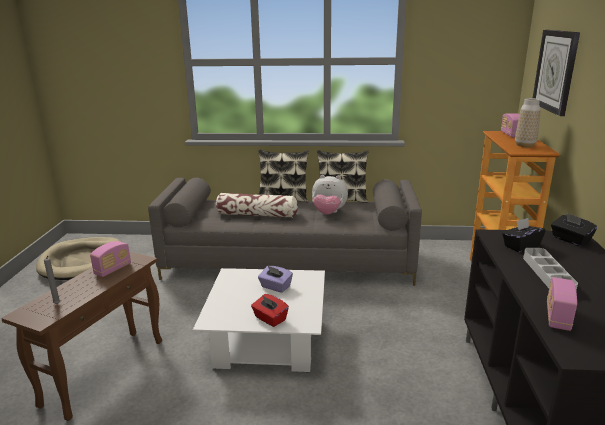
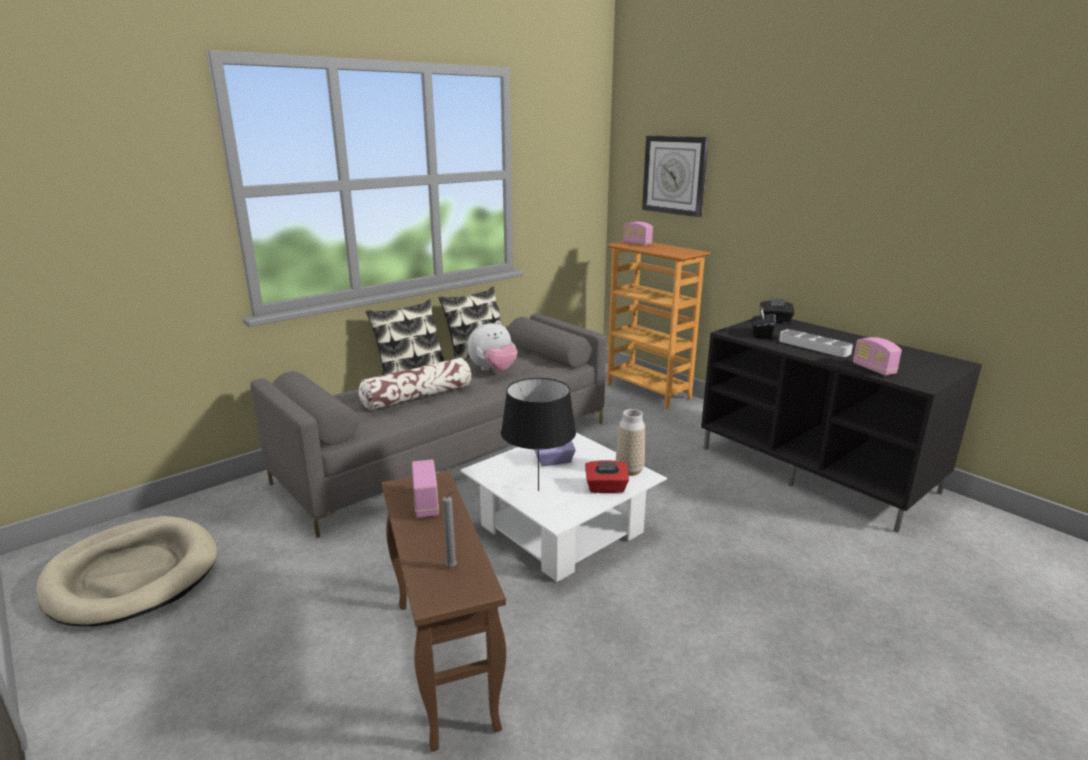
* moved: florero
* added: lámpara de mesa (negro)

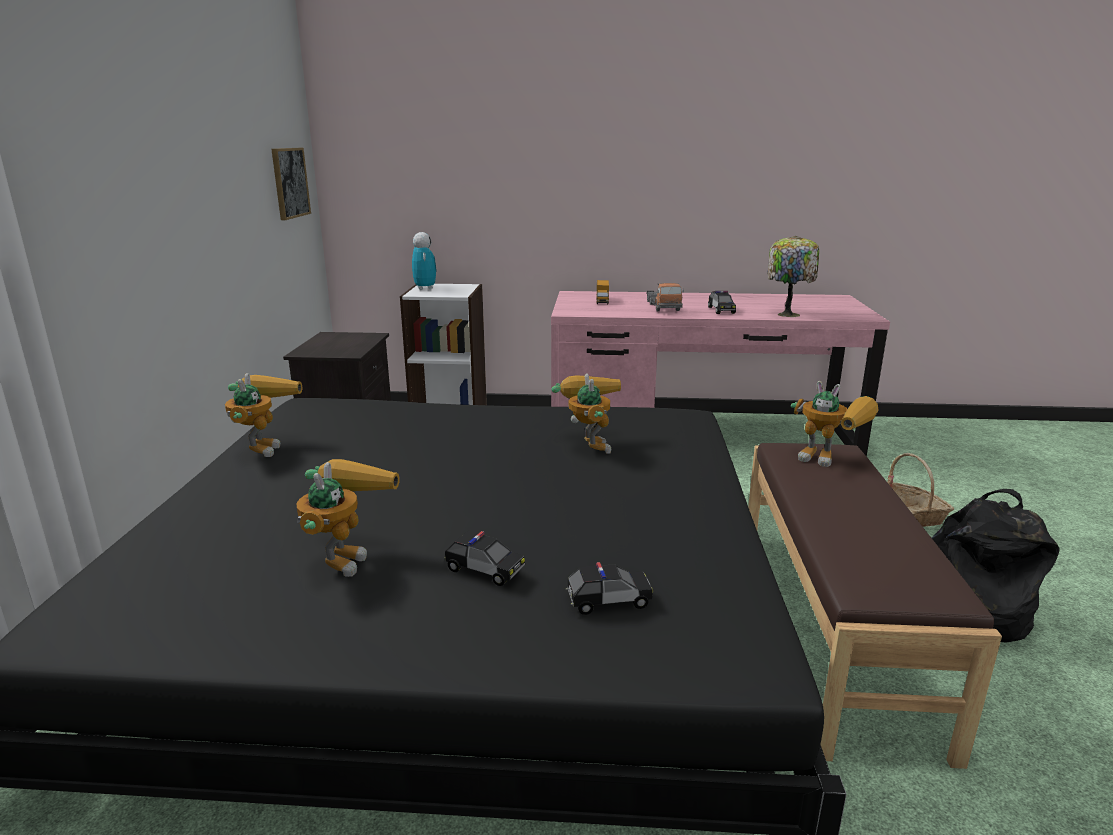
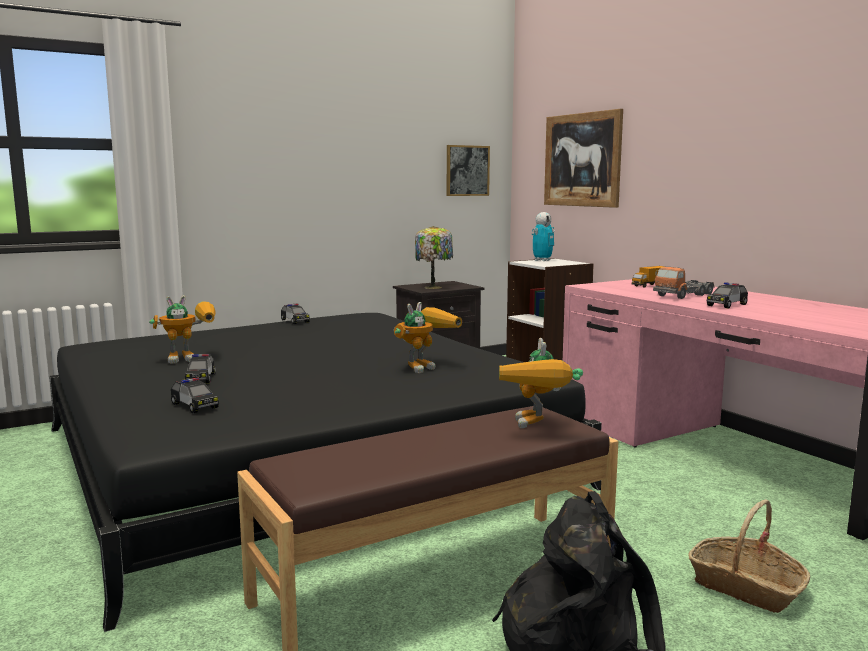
* replaced: robot de juguete (1st from left) to coche de juguete (3rd from left)
* moved: lámpara de mesa
* added: cuadro (2nd from left)

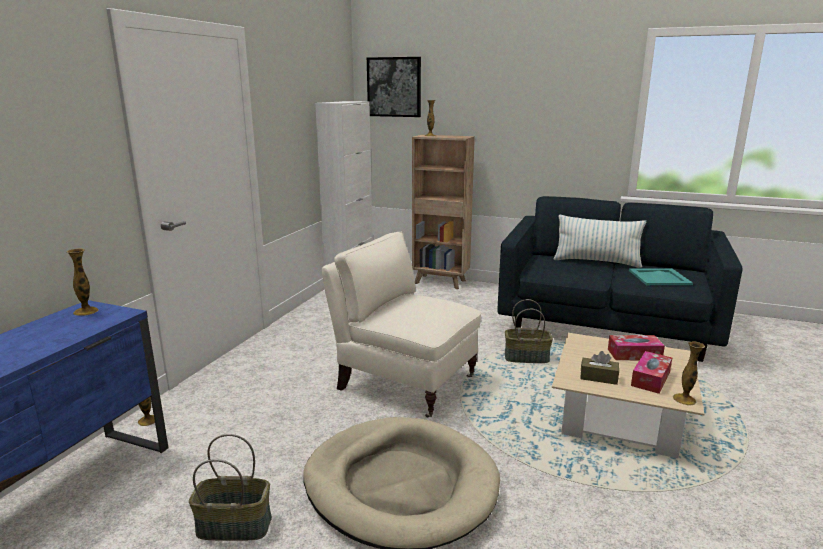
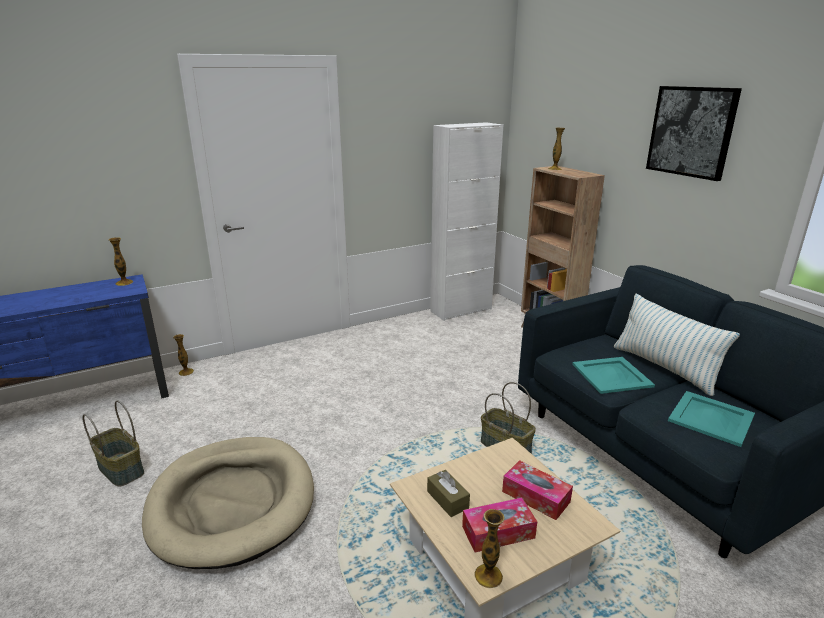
* removed: sillón (beis)
* moved: cuadro
* added: bandeja (turquesa) (1st from left)

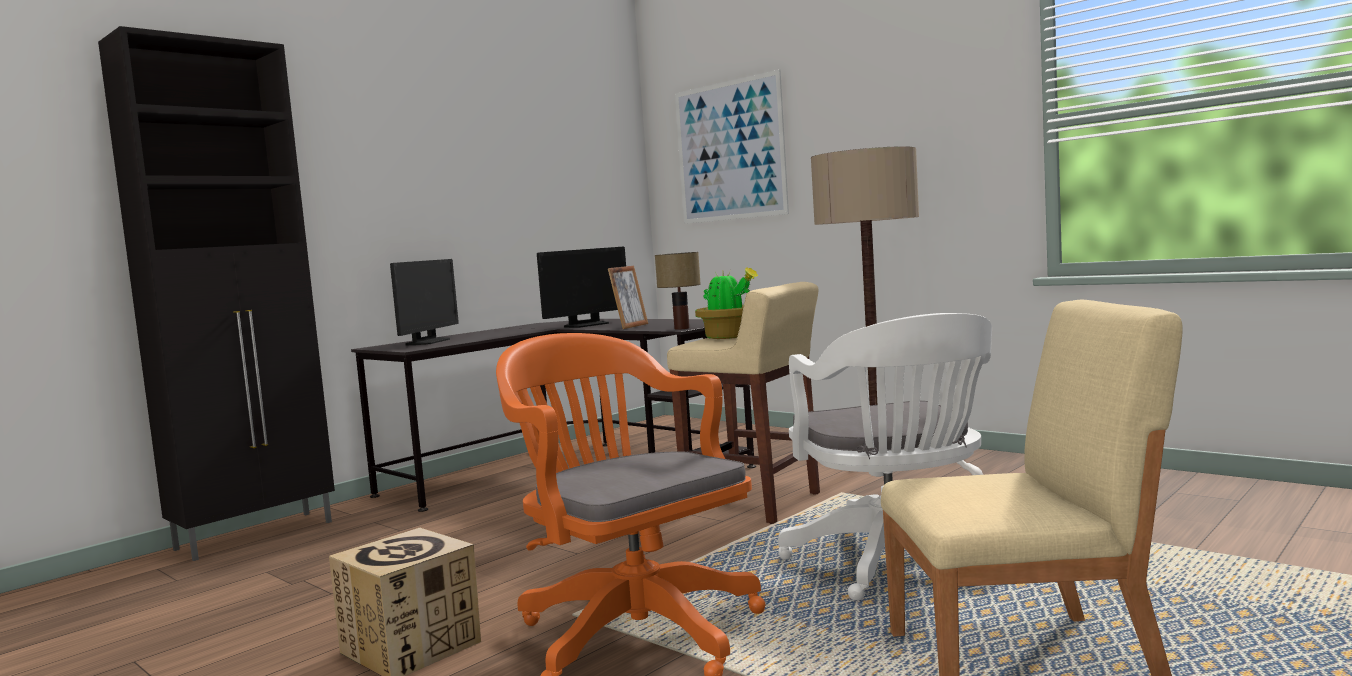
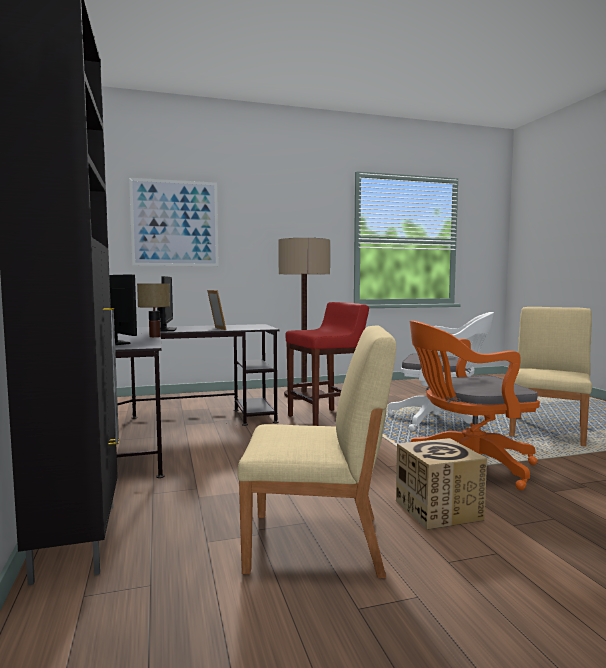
* moved: lámpara de mesa
* recoloured: taburete (beis) to taburete (rojo)
* removed: planta en maceta
* added: silla (beis) (1st from left)

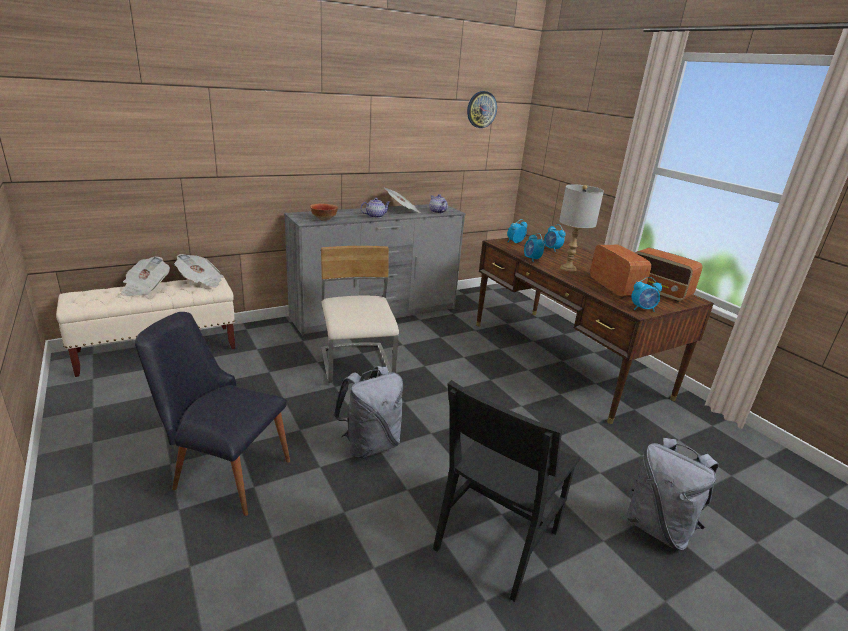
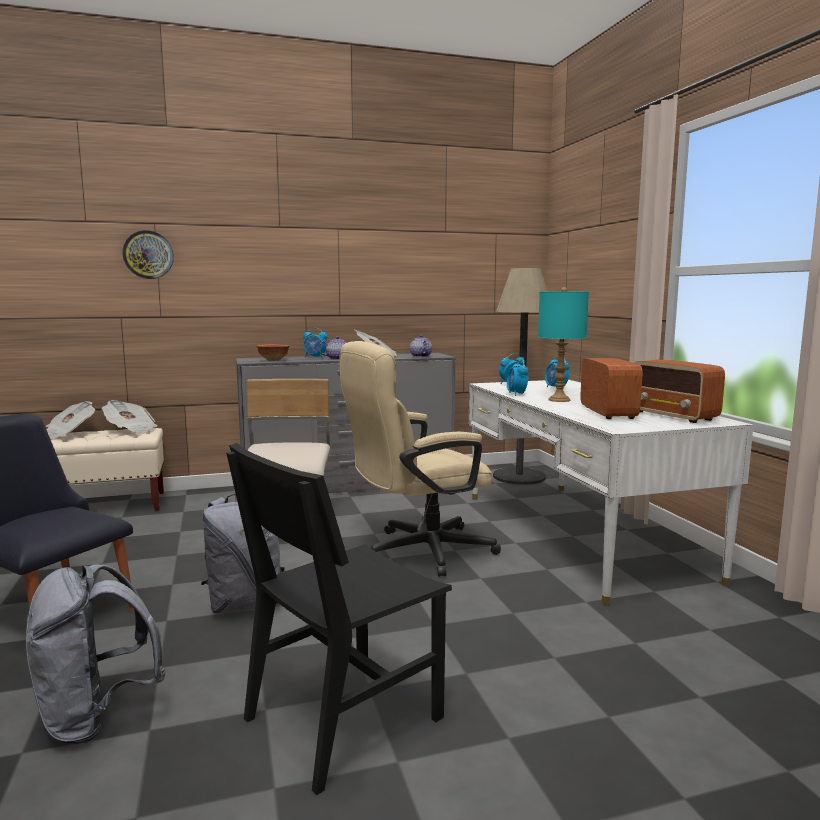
* moved: reloj de pared
* recoloured: escritorio (marrón) to escritorio (blanco)
* recoloured: lámpara de mesa (gris) to lámpara de mesa (turquesa)
* moved: mochila (gris) (2nd from left in the first image) to mochila (gris) (1st from left)
* moved: despertador (4th from left in the first image) to despertador (1st from left)
* added: silla de oficina (beis)
* added: lámpara de pie

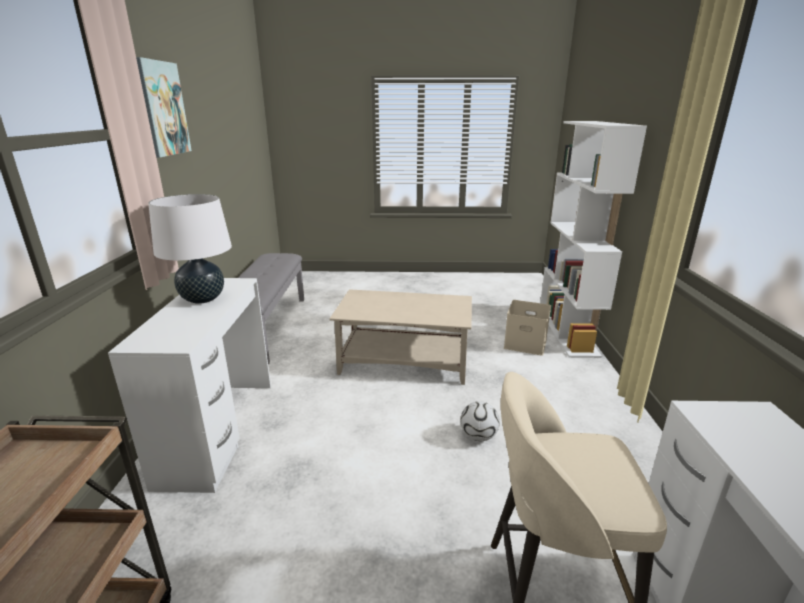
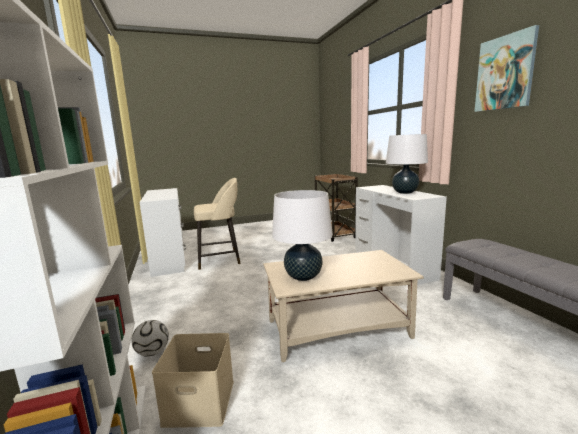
* moved: balón de fútbol
* added: lámpara de mesa (blanco) (1st from left)

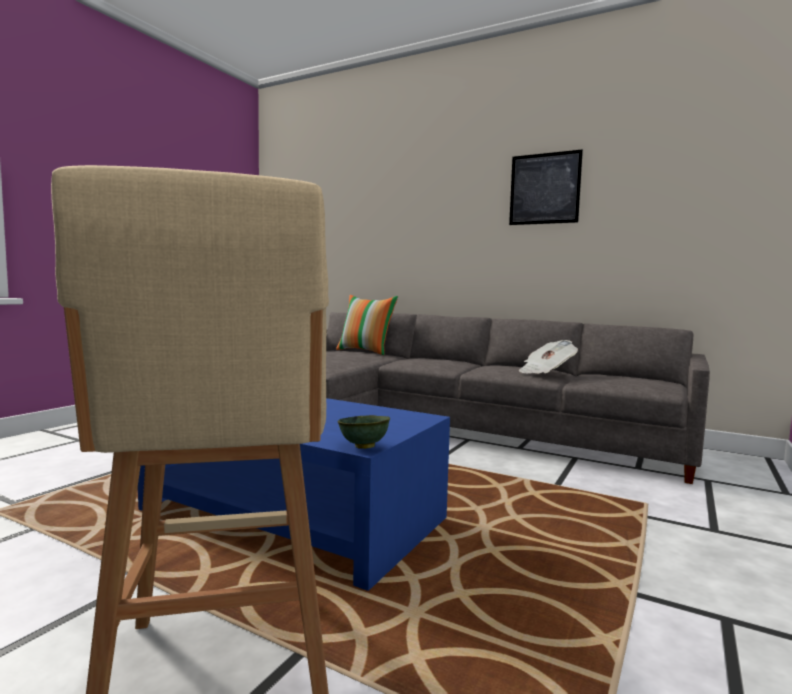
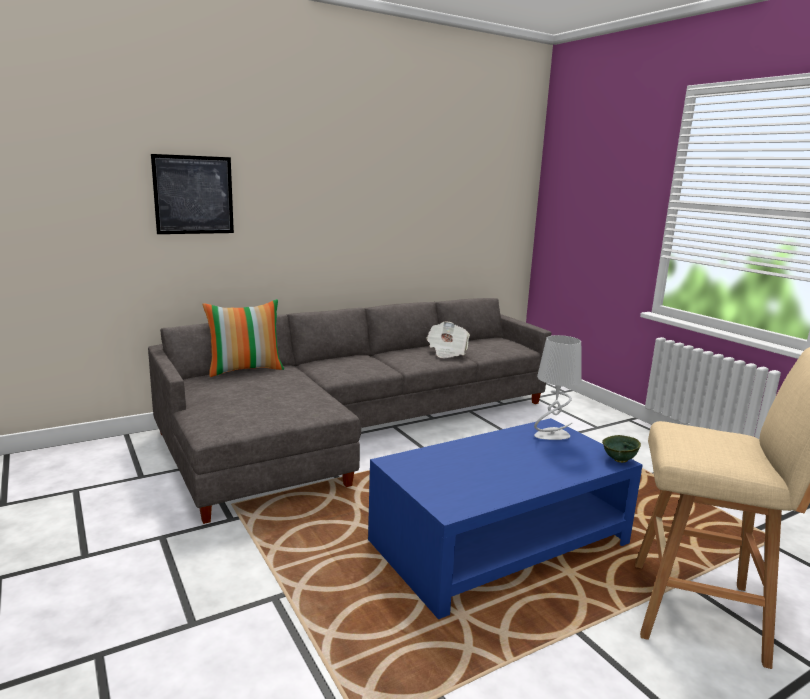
* moved: cuadro
* added: lámpara de mesa (gris)

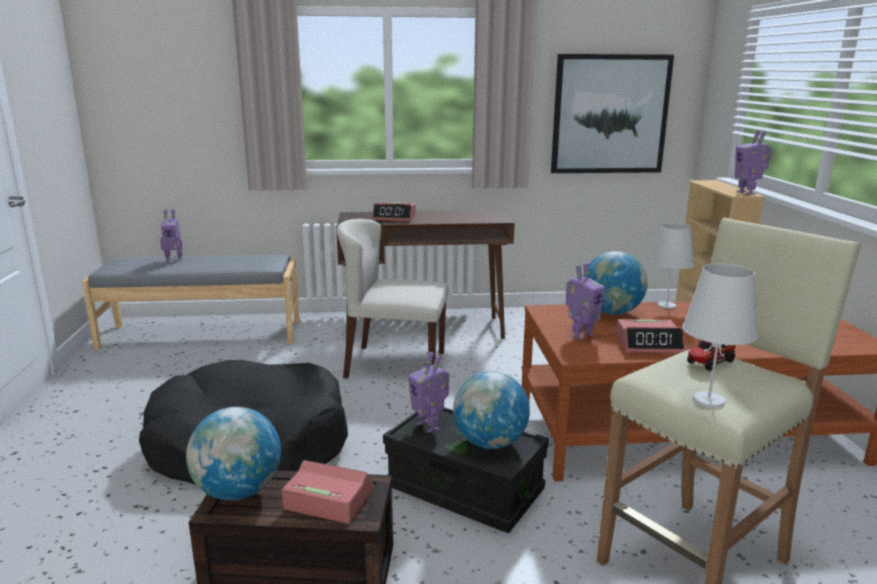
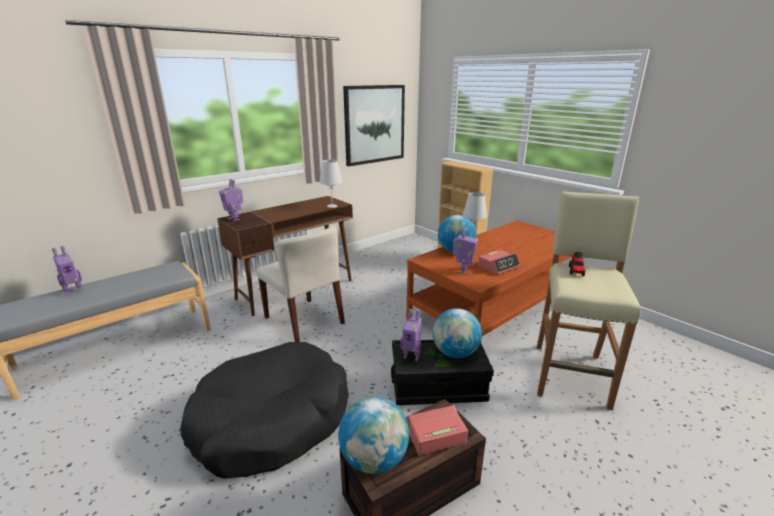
* turned: silla (beis) 105 degrees counterclockwise
* removed: despertador (2nd from left)
* moved: lámpara de mesa (blanco) (2nd from left in the first image) to lámpara de mesa (blanco) (1st from left)
* moved: robot de juguete (4th from left in the first image) to robot de juguete (2nd from left)

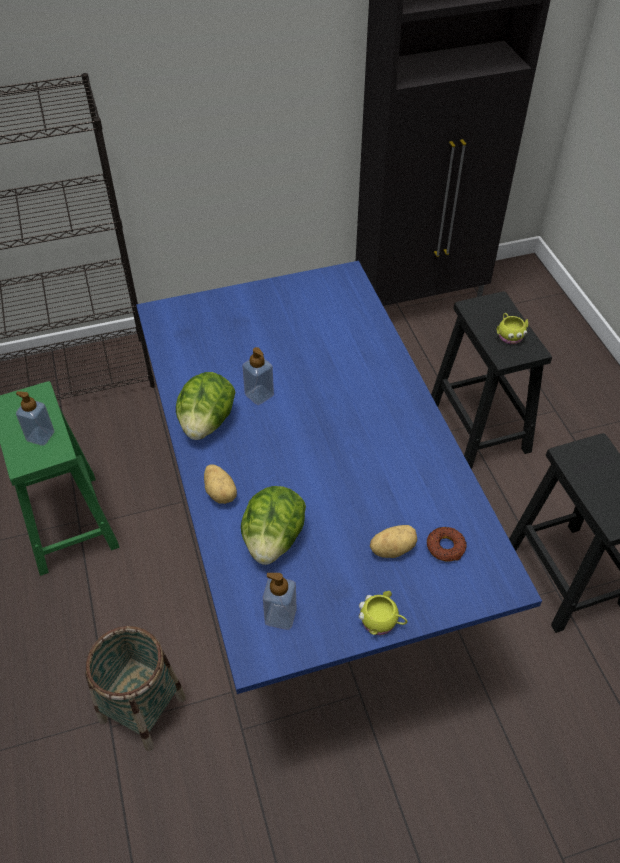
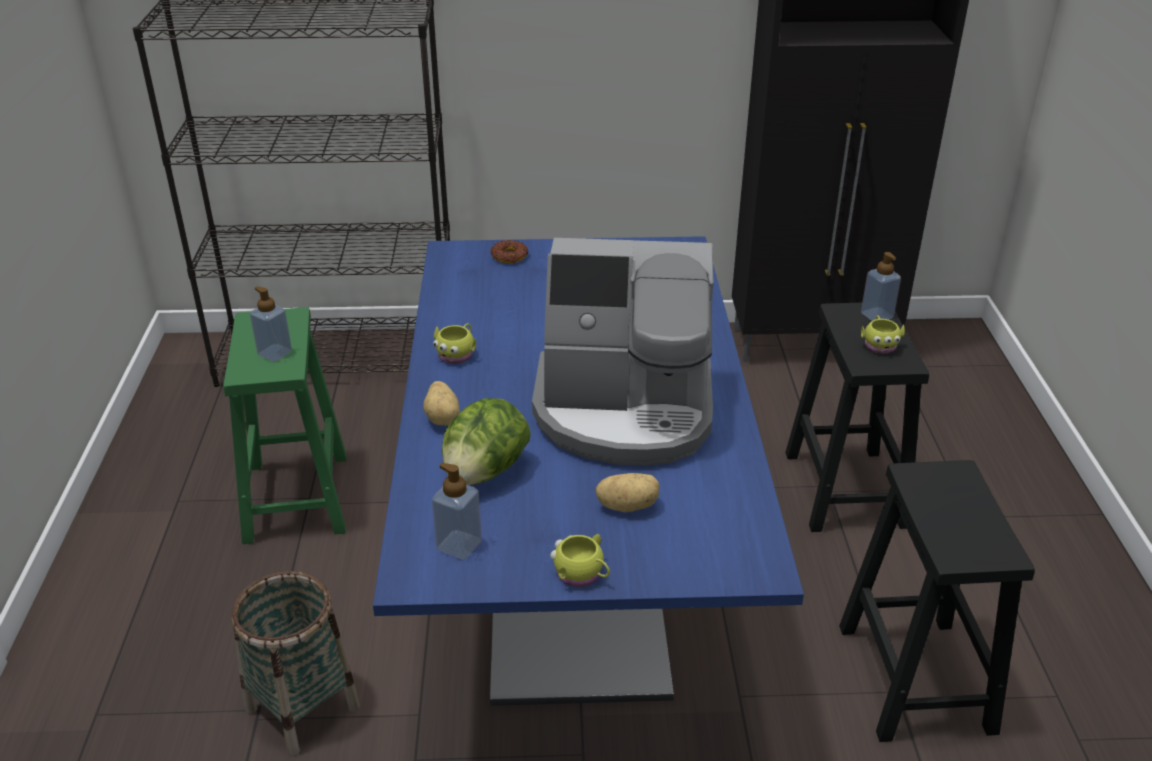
* replaced: lechuga (1st from left) to taza grande (amarillo) (1st from left)
* moved: dispensador de jabón (2nd from left in the first image) to dispensador de jabón (3rd from left)
* moved: rosquilla
* added: cafetera

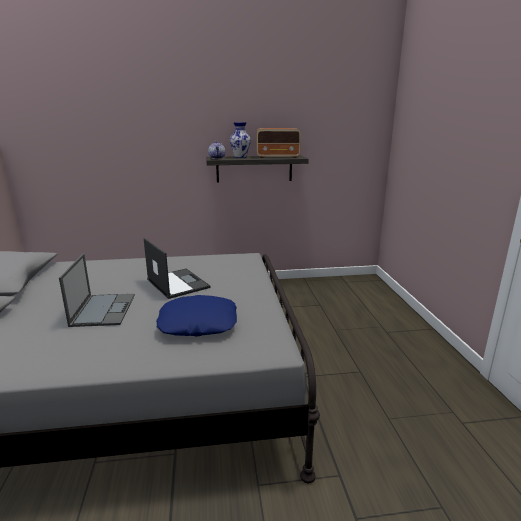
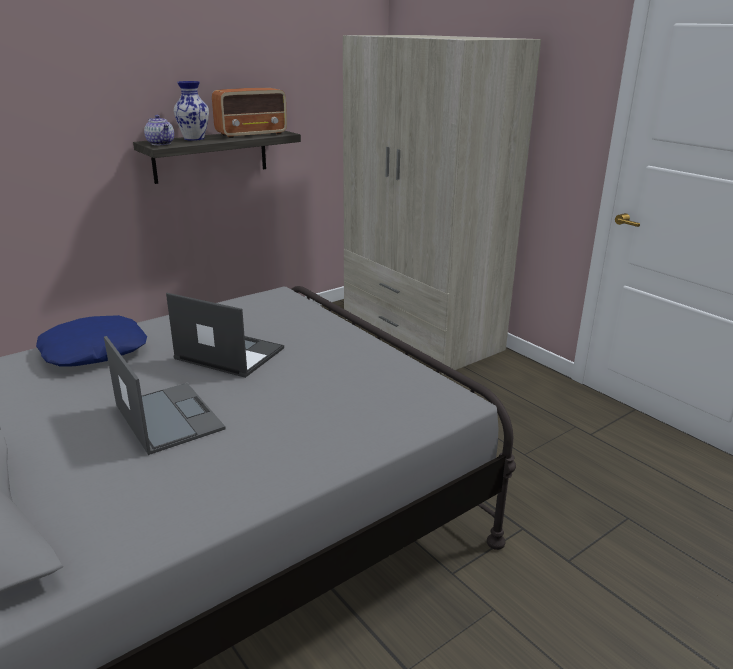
* moved: cojín (azul)
* added: armario ropero (beis)

